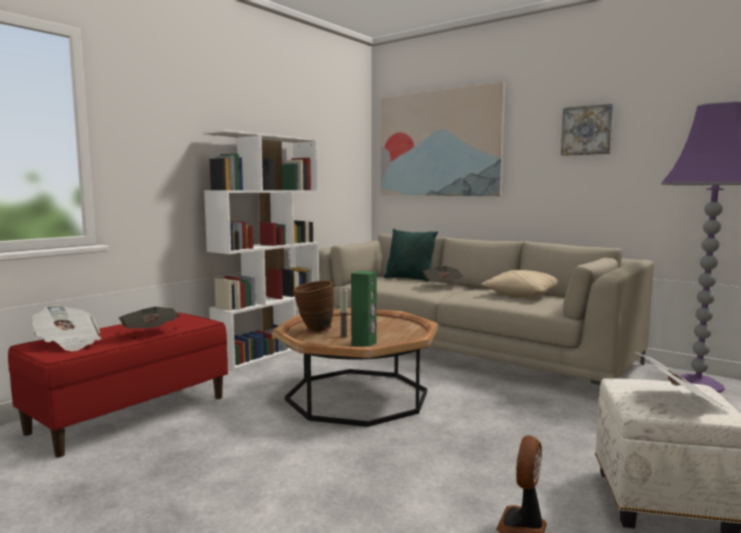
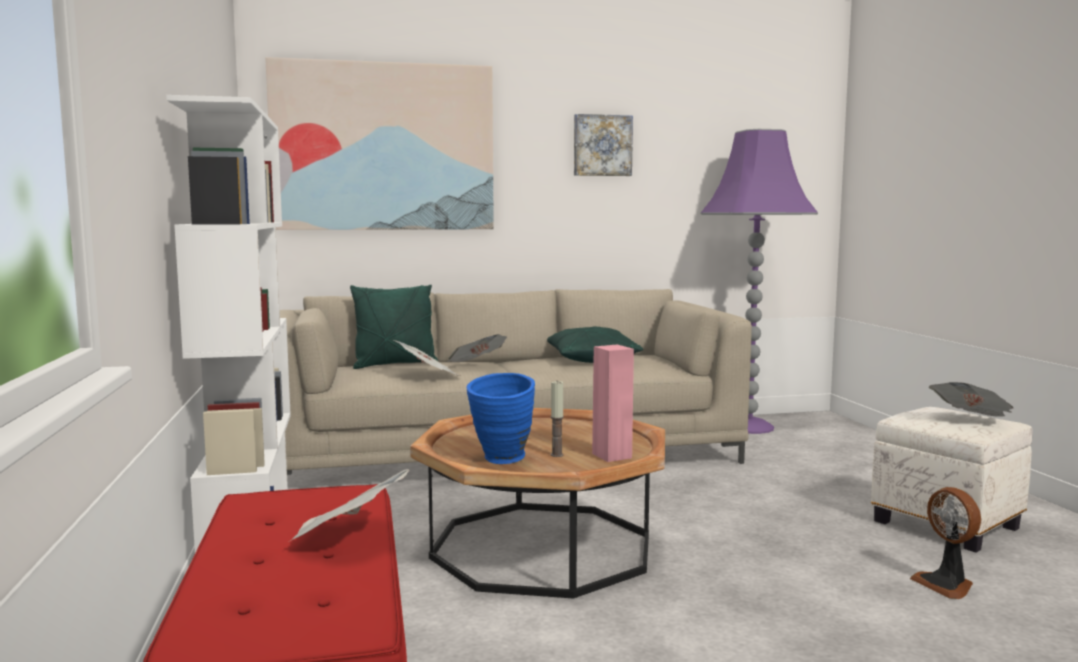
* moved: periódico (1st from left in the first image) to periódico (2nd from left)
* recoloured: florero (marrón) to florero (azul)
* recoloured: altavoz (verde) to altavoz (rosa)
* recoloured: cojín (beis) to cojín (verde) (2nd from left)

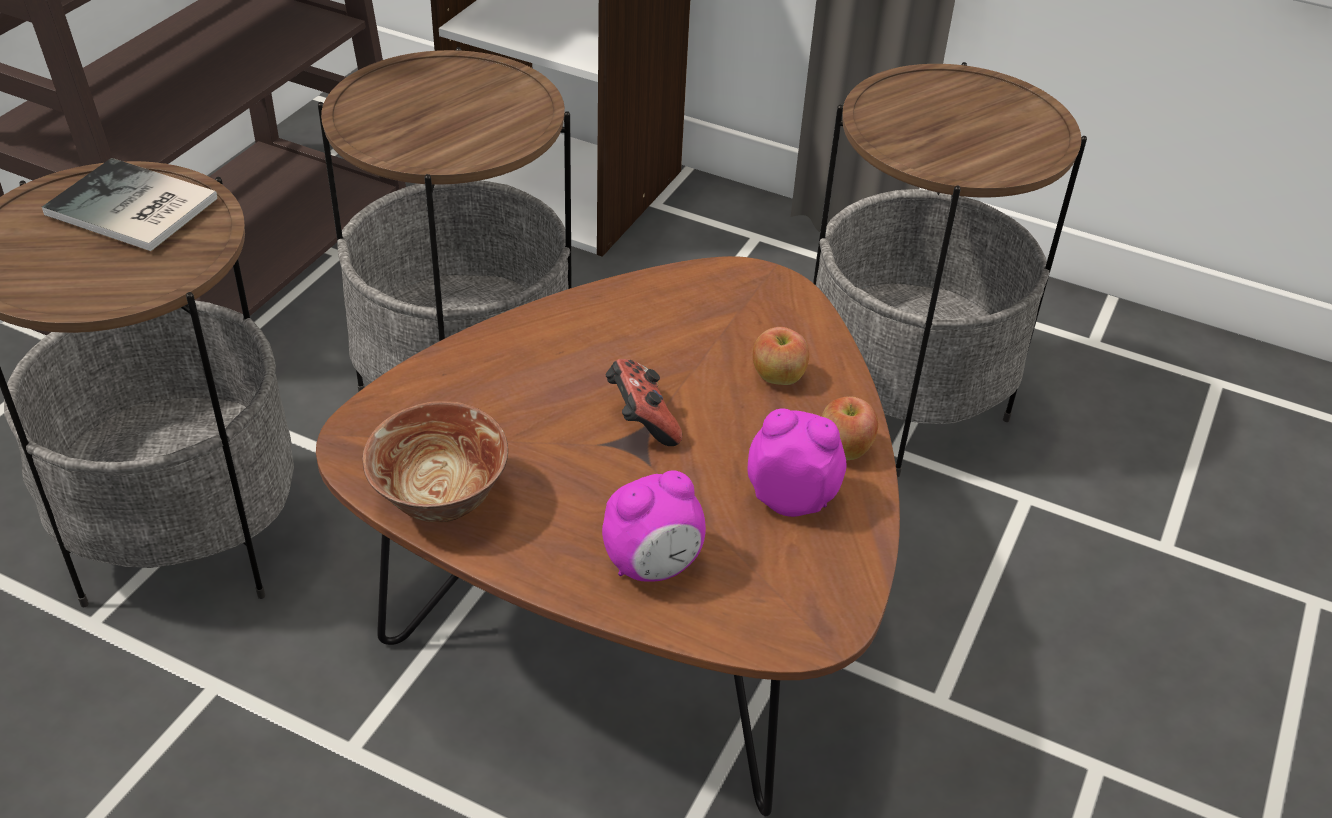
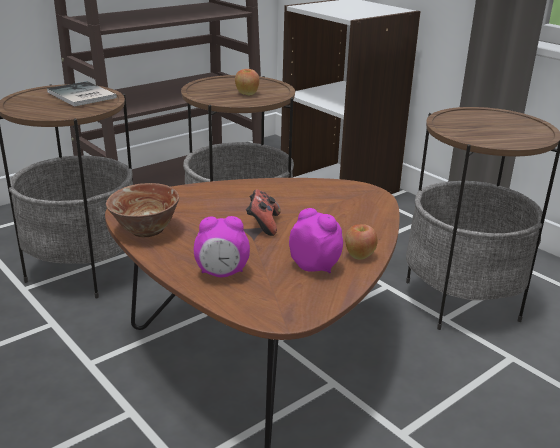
* moved: manzana (1st from left)

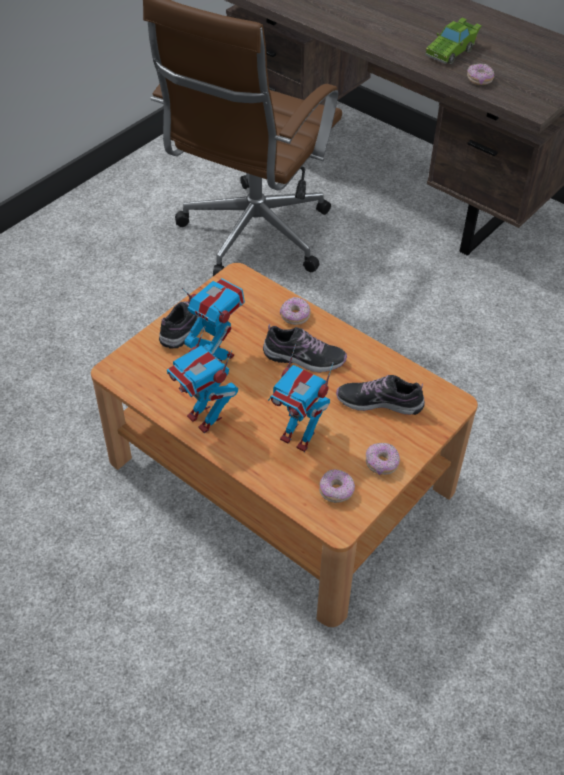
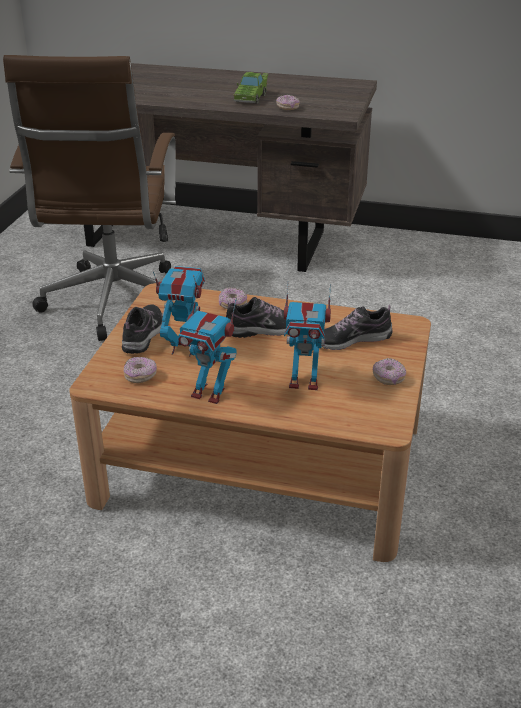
* moved: rosquilla (2nd from left in the first image) to rosquilla (1st from left)

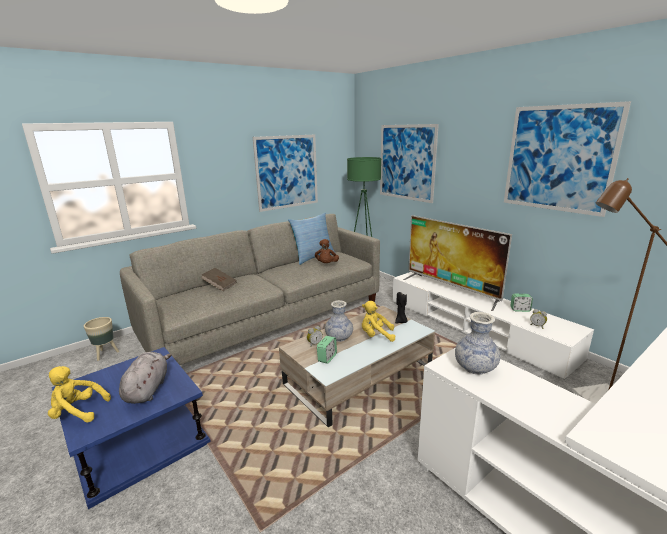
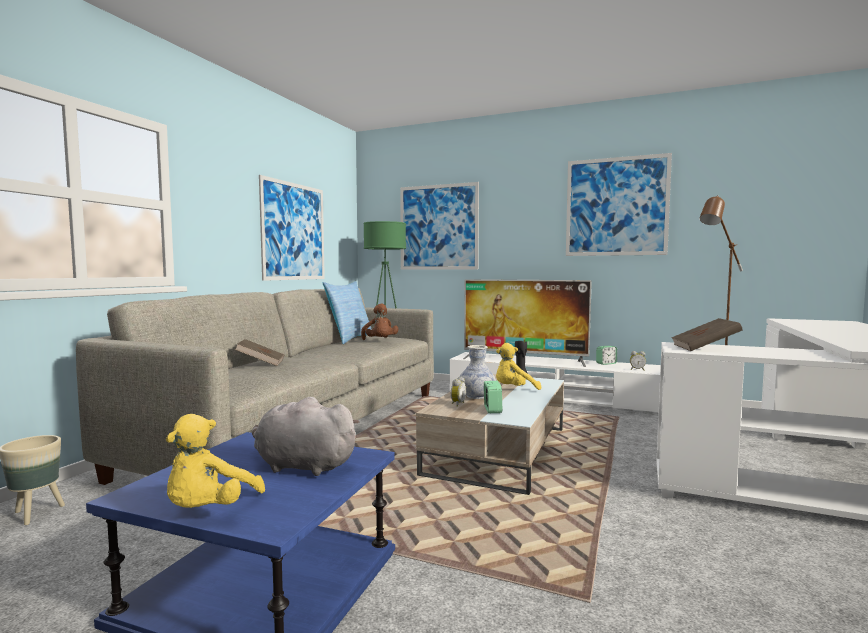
* turned: peluche (amarillo) (1st from left) 45 degrees counterclockwise
* turned: peluche (gris) 45 degrees counterclockwise
* replaced: florero (2nd from left) to libro (marrón) (2nd from left)

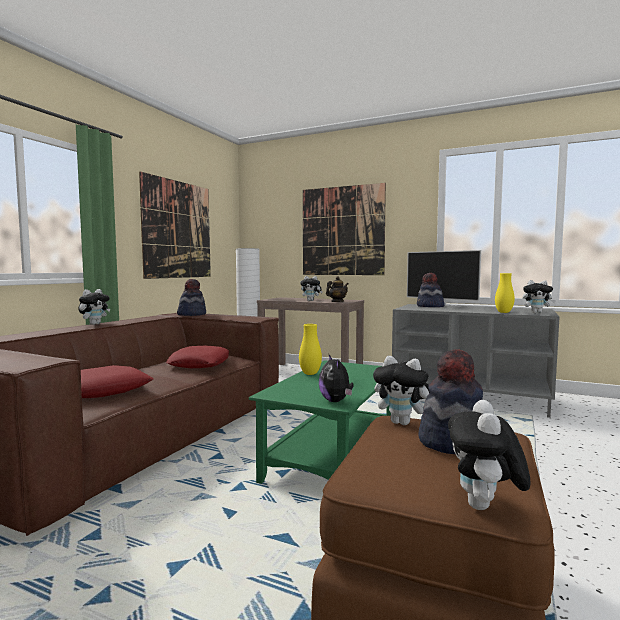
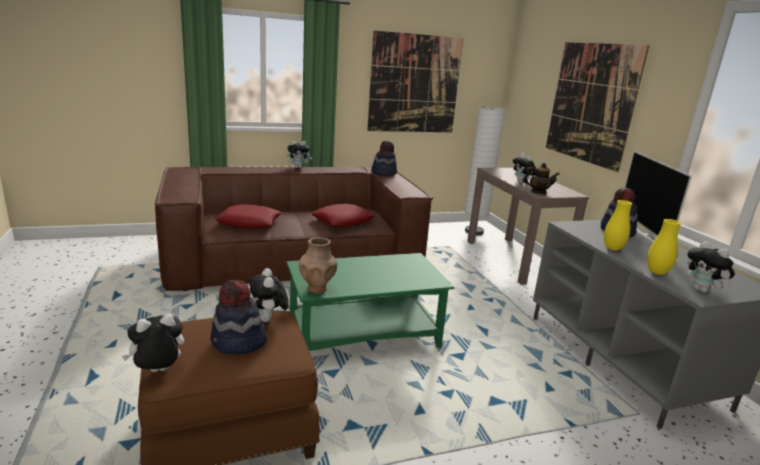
* moved: florero (amarillo) (1st from left)
* replaced: peluche (3rd from left) to florero (marrón)

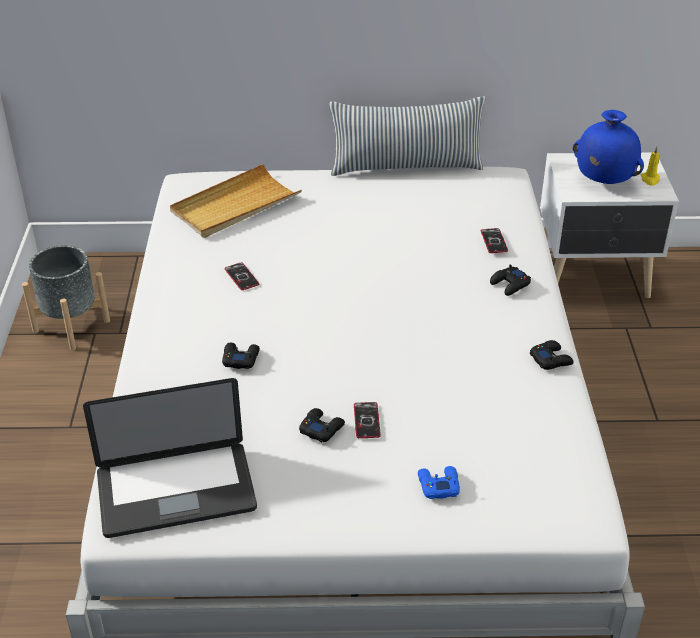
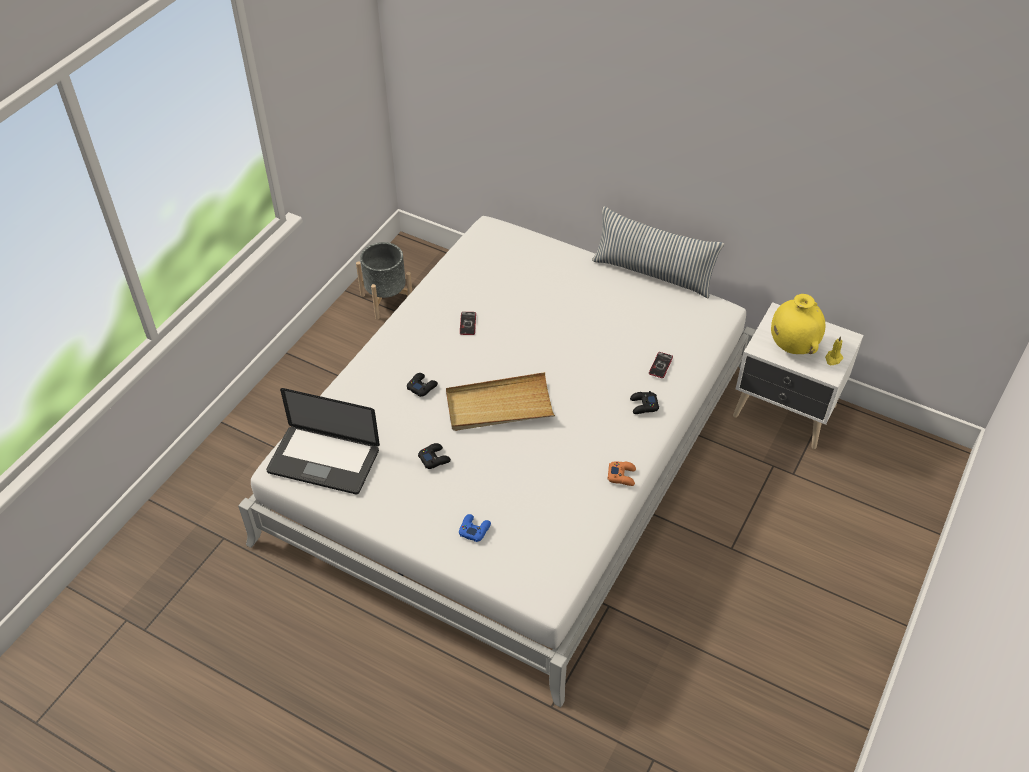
* moved: bandeja (beis)
* removed: móvil (2nd from left)
* recoloured: mando de consola (negro) (4th from left) to mando de consola (naranja)
* recoloured: florero (azul) to florero (amarillo)

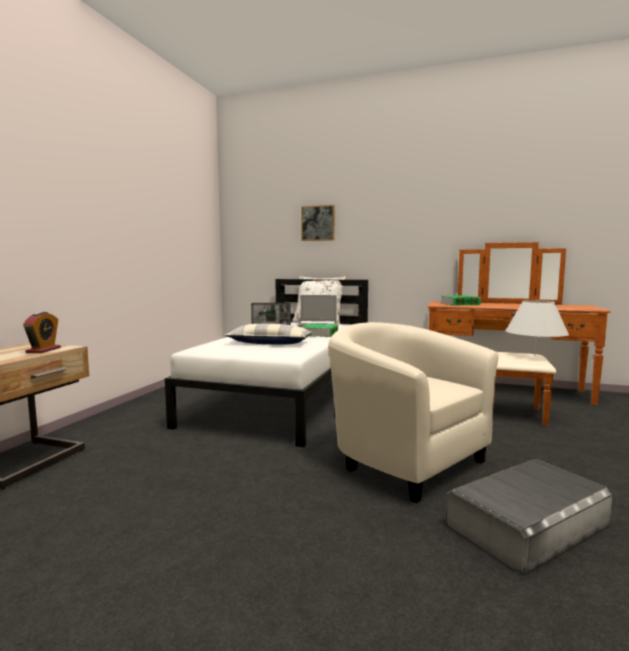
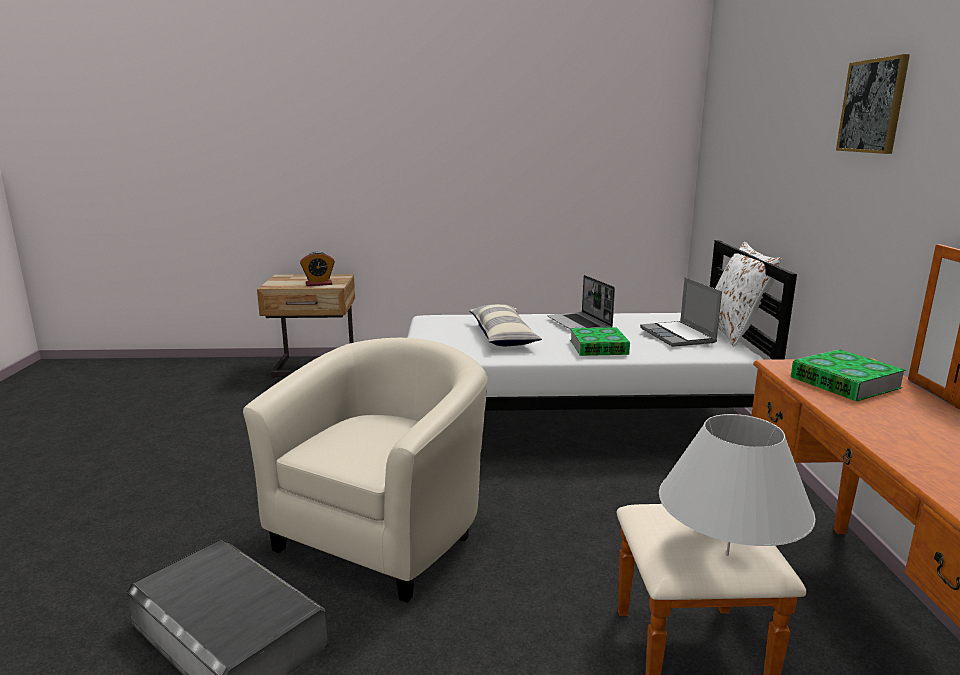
* moved: cuadro

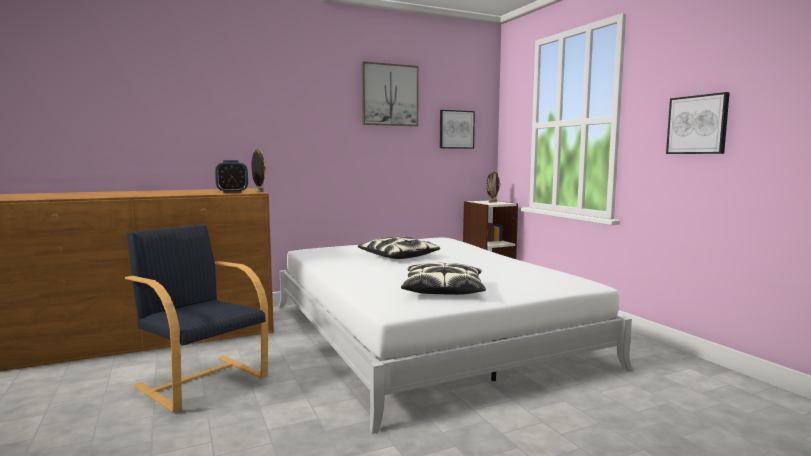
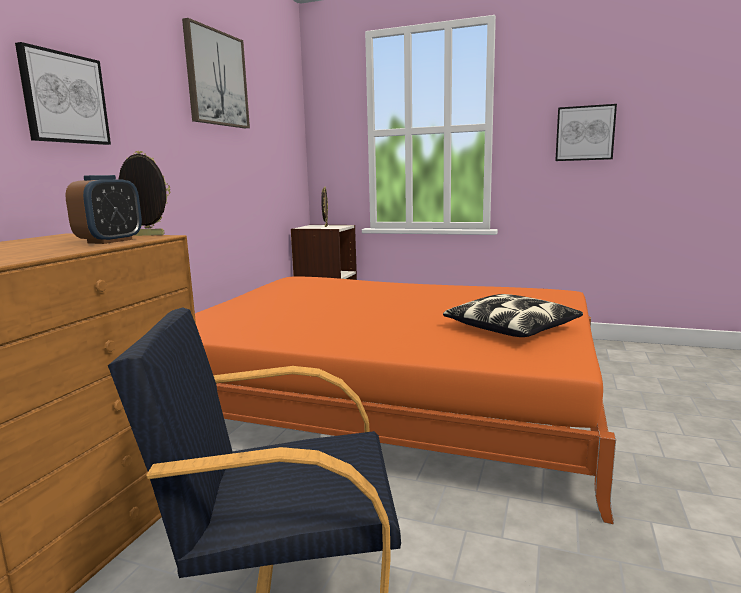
* recoloured: cama (blanco) to cama (naranja)
* removed: cojín (1st from left)
* moved: cuadro (2nd from left in the first image) to cuadro (1st from left)

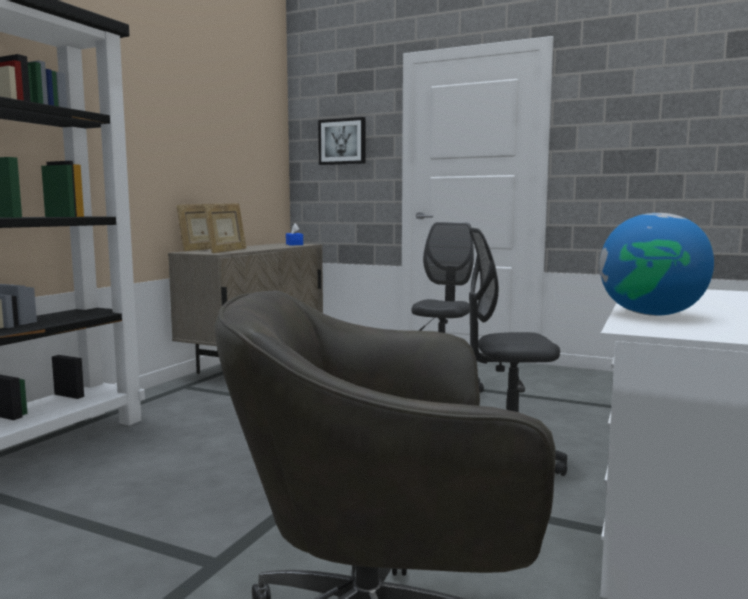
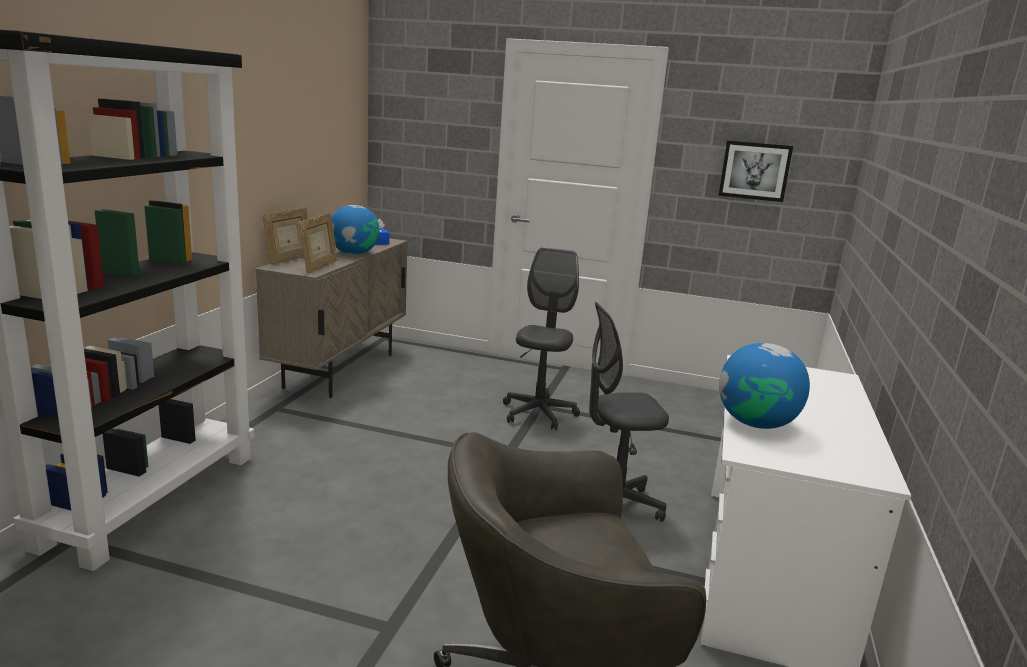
* moved: cuadro
* added: globo terráqueo (1st from left)

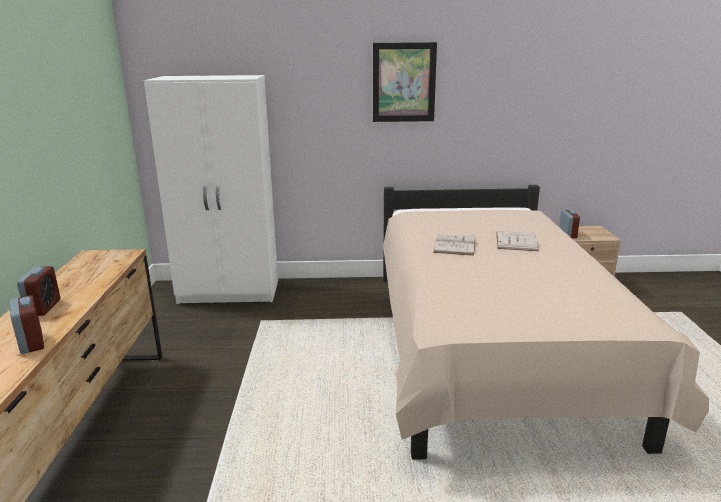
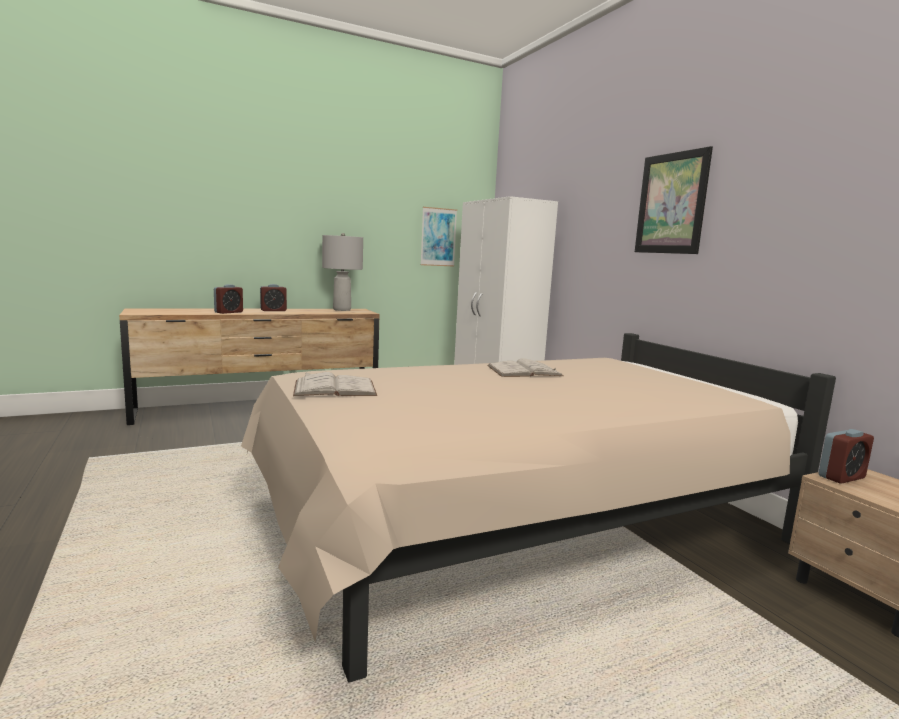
* moved: libro (blanco) (2nd from left in the first image) to libro (blanco) (1st from left)
* added: lámpara de mesa (gris)
* added: cuadro (1st from left)

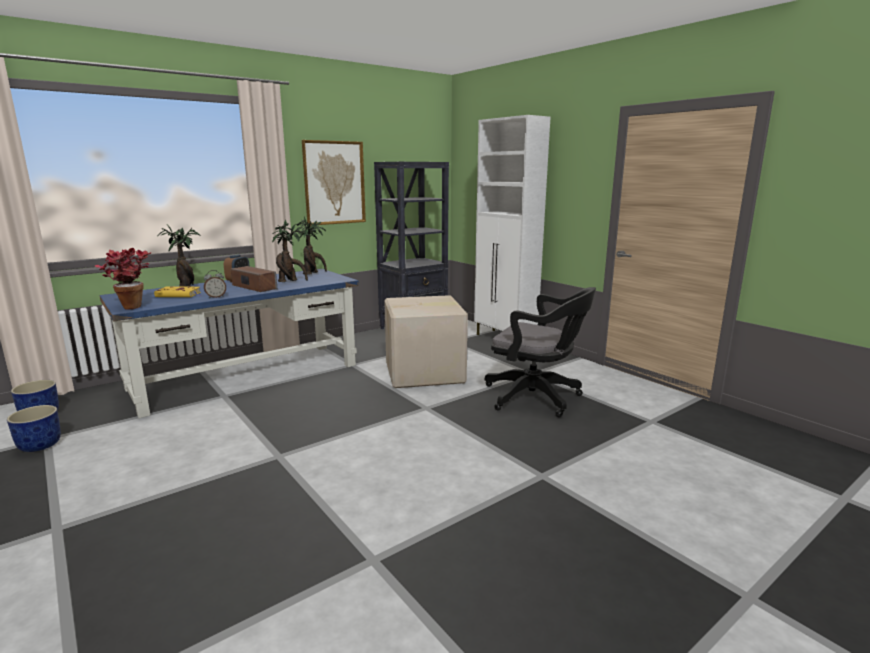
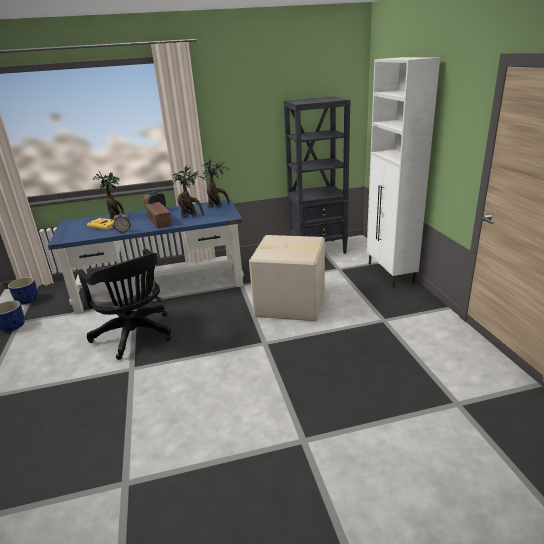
* removed: planta en maceta (1st from left)
* removed: cuadro
* moved: silla de oficina (negro)

